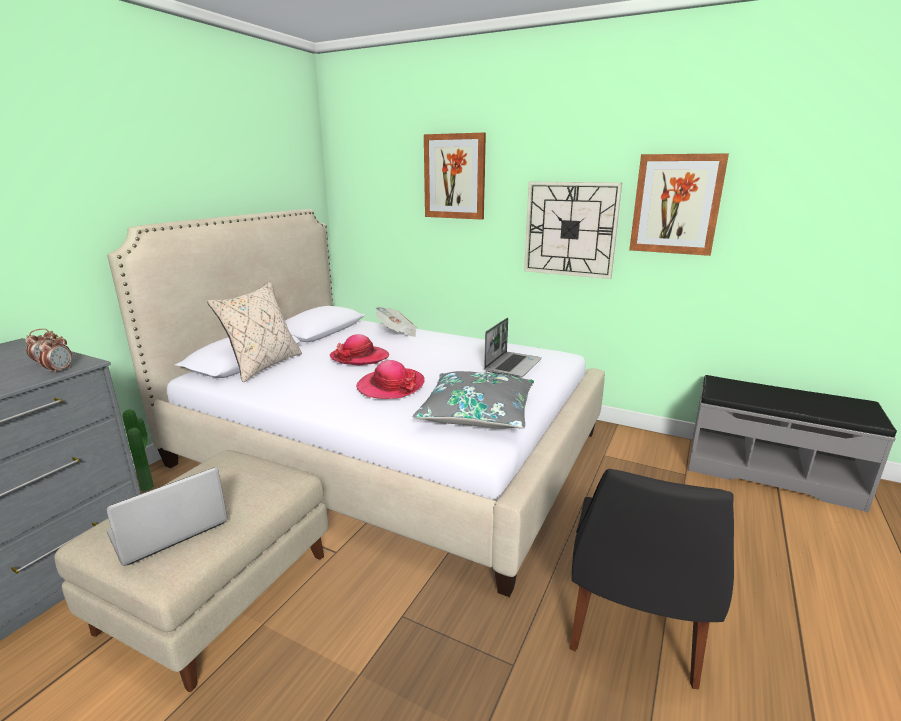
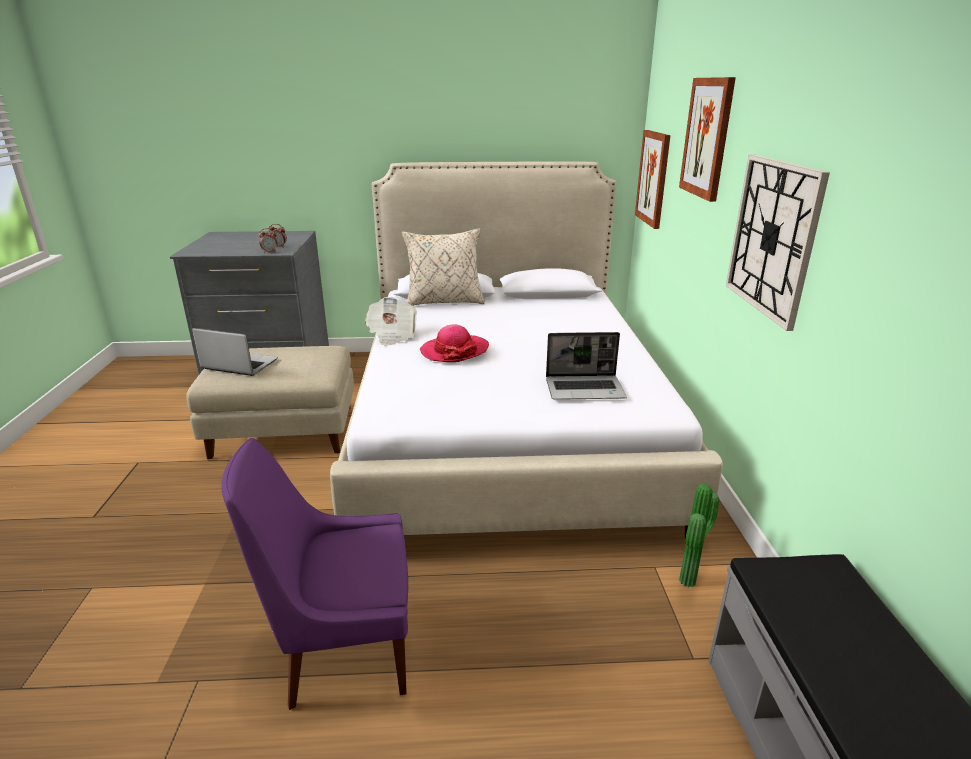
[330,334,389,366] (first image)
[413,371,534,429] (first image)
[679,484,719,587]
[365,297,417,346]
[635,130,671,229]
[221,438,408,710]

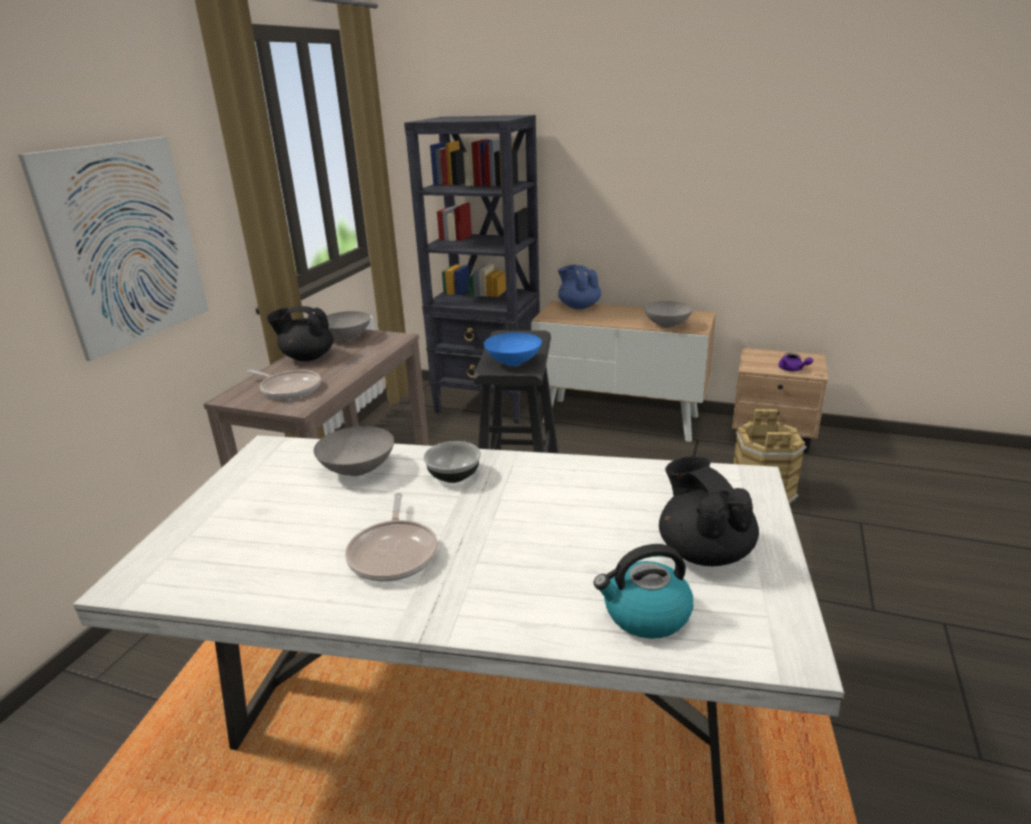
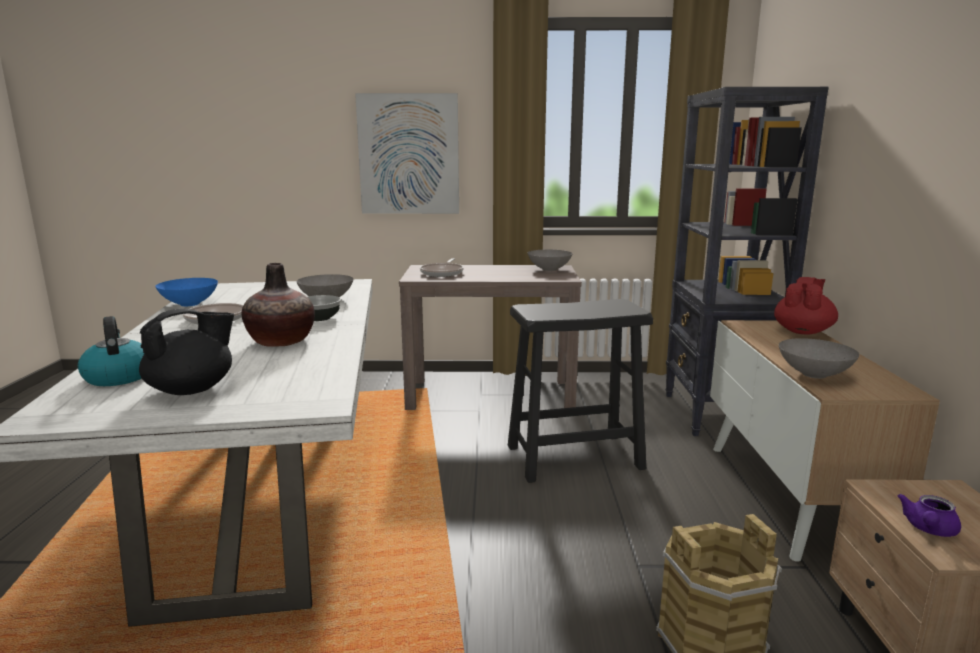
[267,306,334,362] (first image)
[241,263,315,347]
[155,278,218,306]
[774,277,838,334]

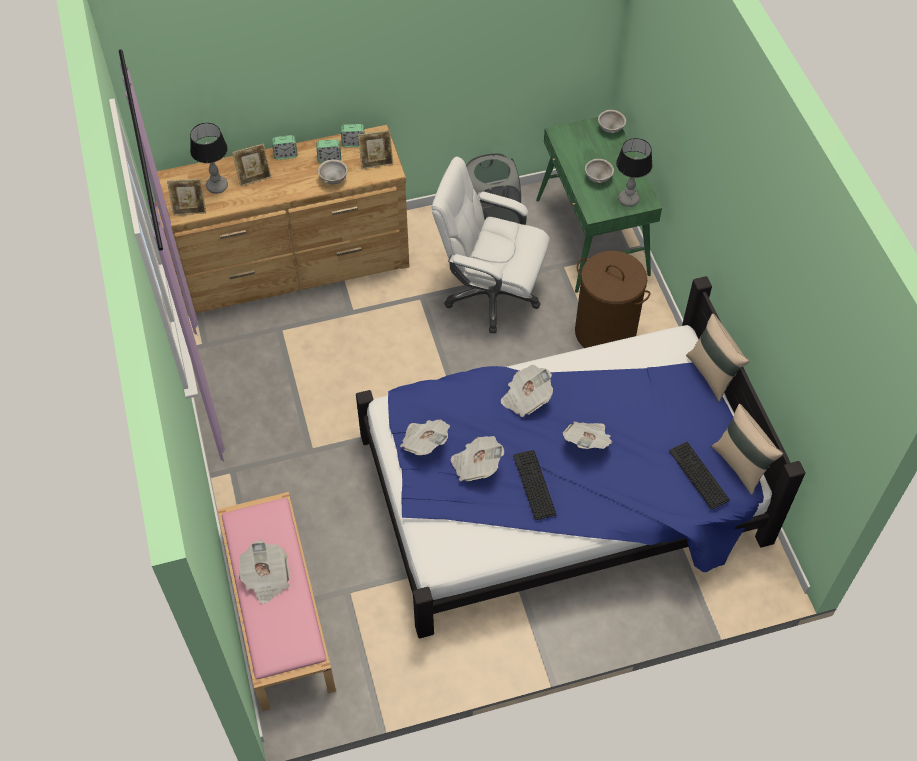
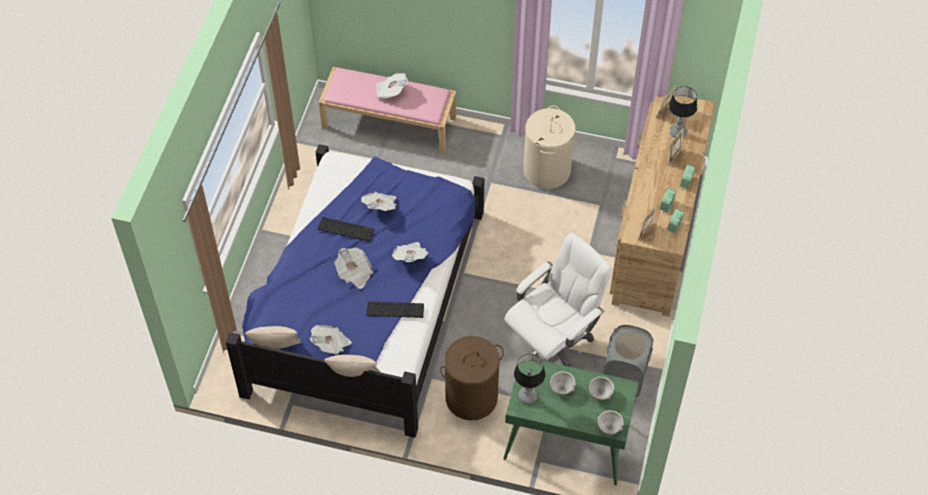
[524,105,576,189]
[589,377,614,400]
[310,325,352,355]
[366,302,424,318]

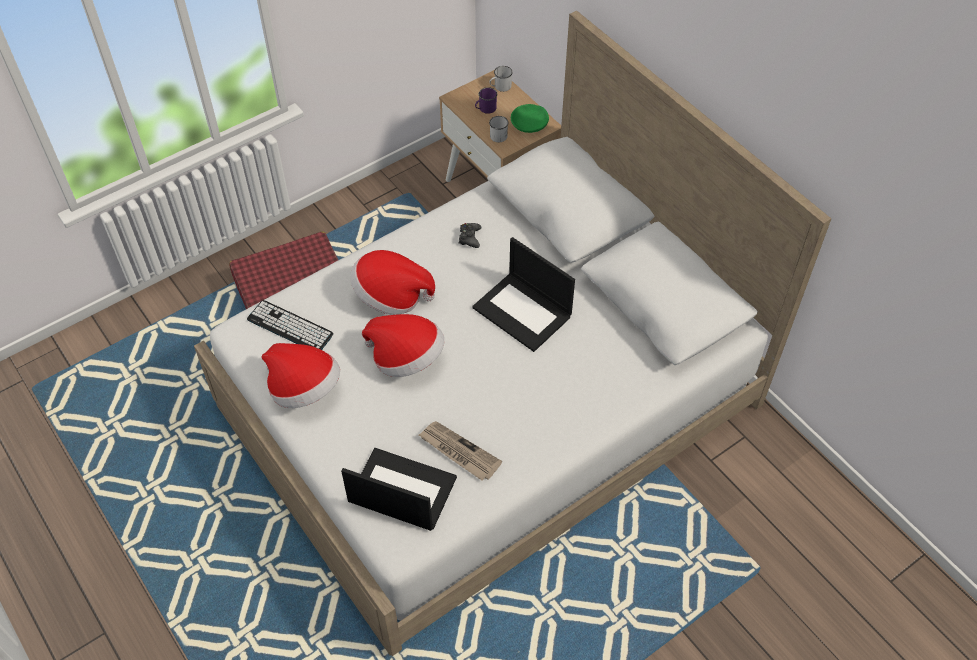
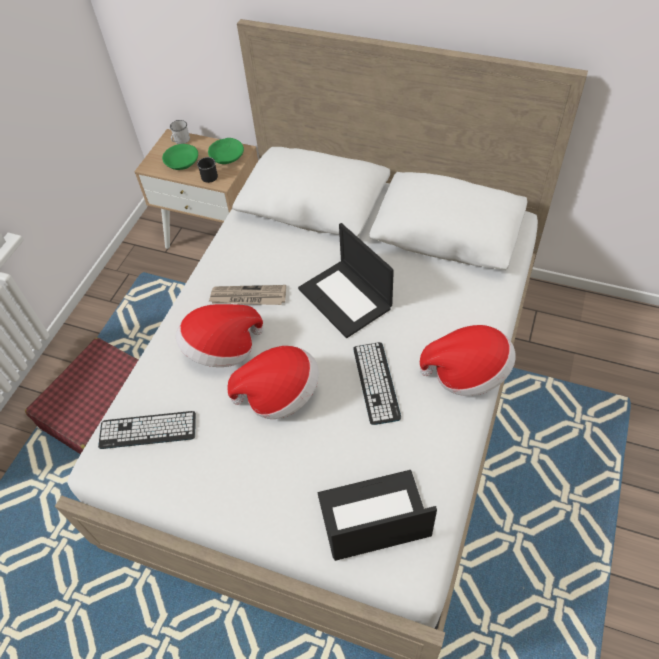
[459,223,481,248] (first image)
[353,342,401,425]
[420,325,516,396]
[209,285,286,305]
[162,144,198,170]
[197,157,218,183]
[298,223,394,338]

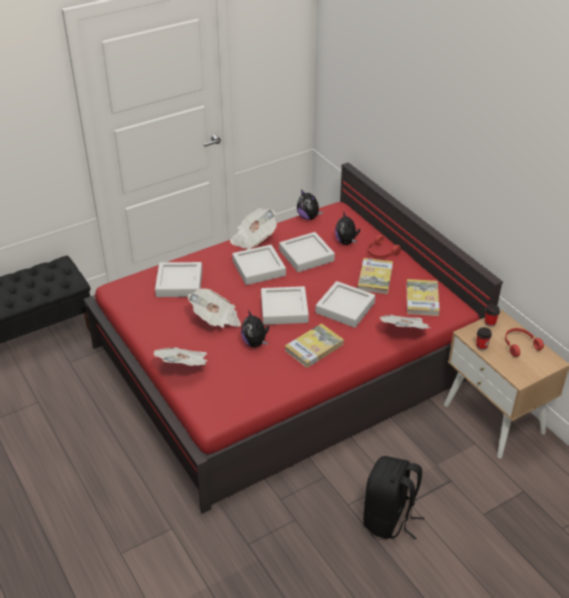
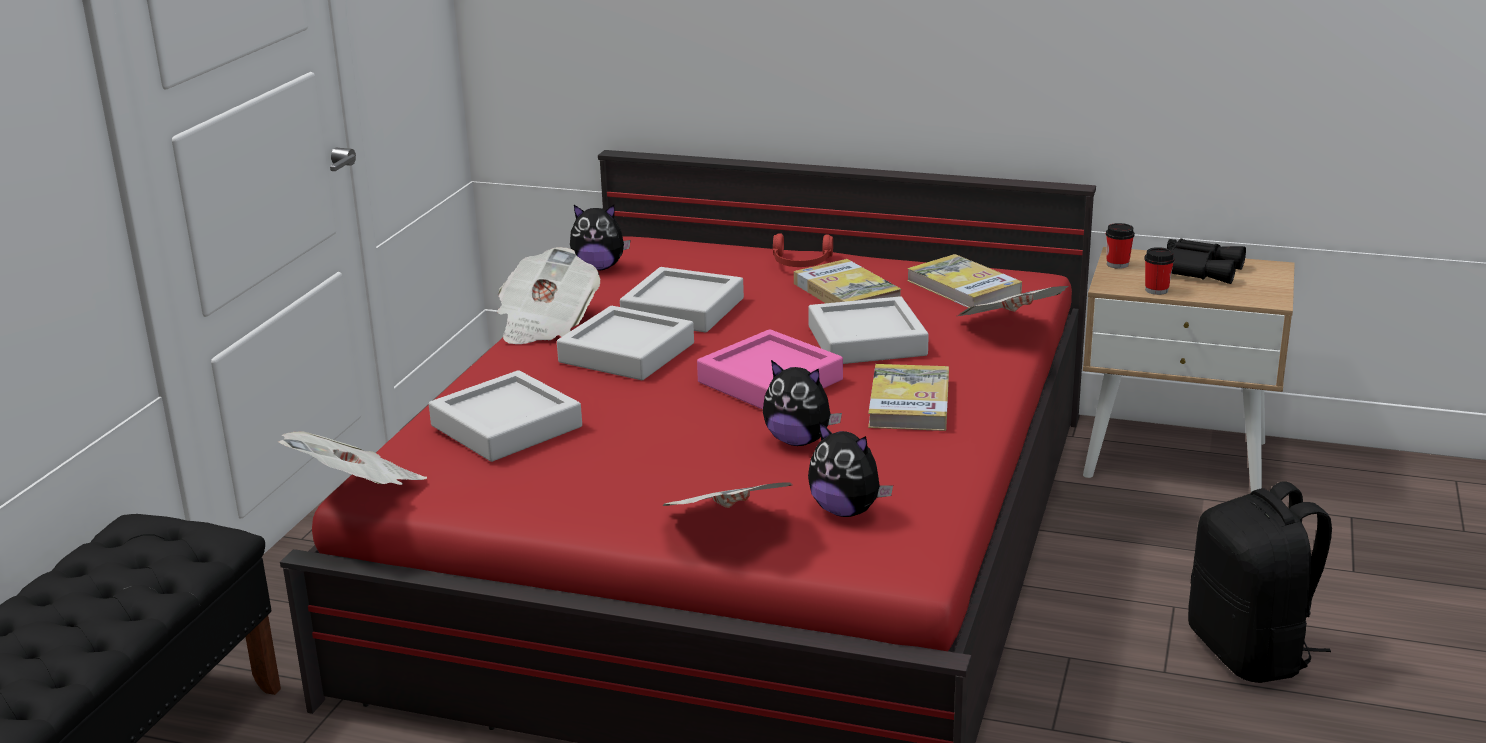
[278,431,427,485]
[808,422,893,517]
[1167,239,1246,284]
[697,329,843,410]

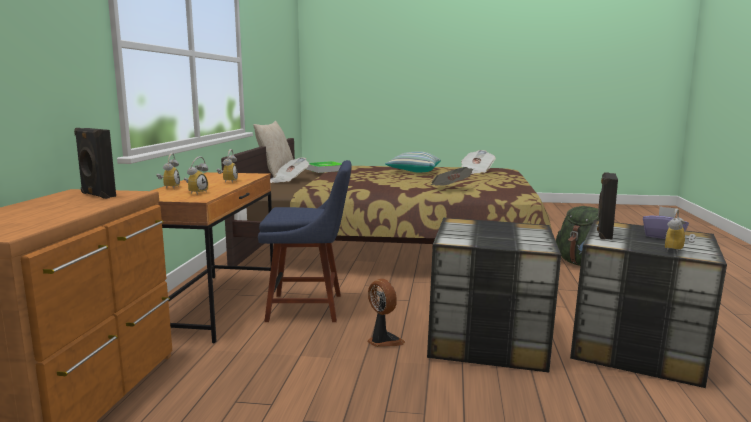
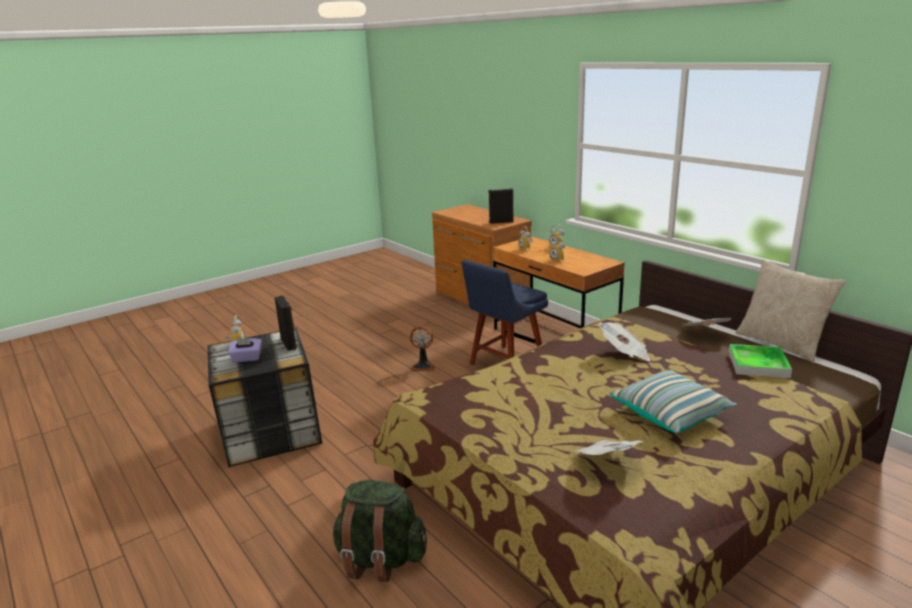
[427,218,561,372] (first image)
[599,322,651,361]

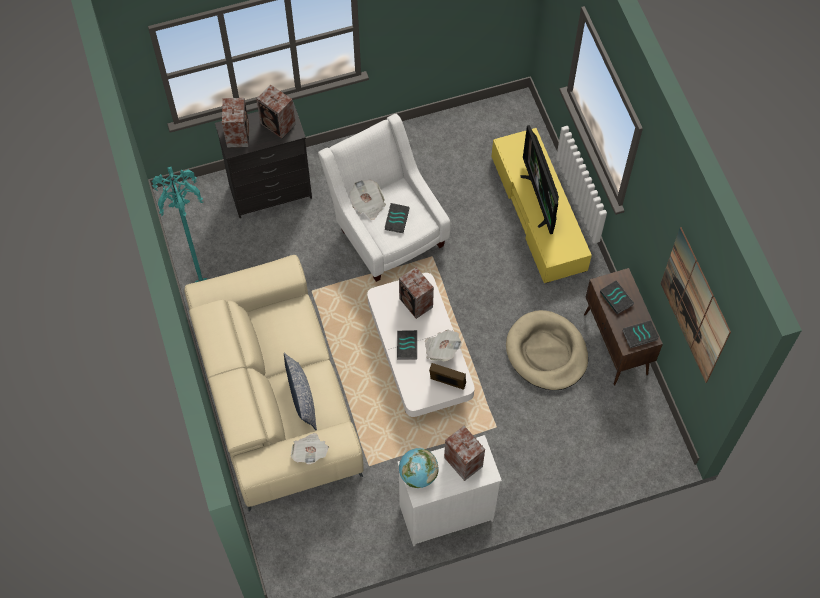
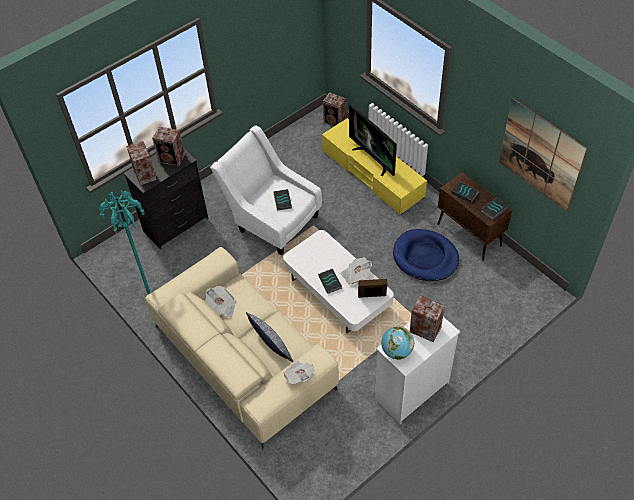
[205,286,237,317]
[323,93,347,126]
[393,229,459,281]

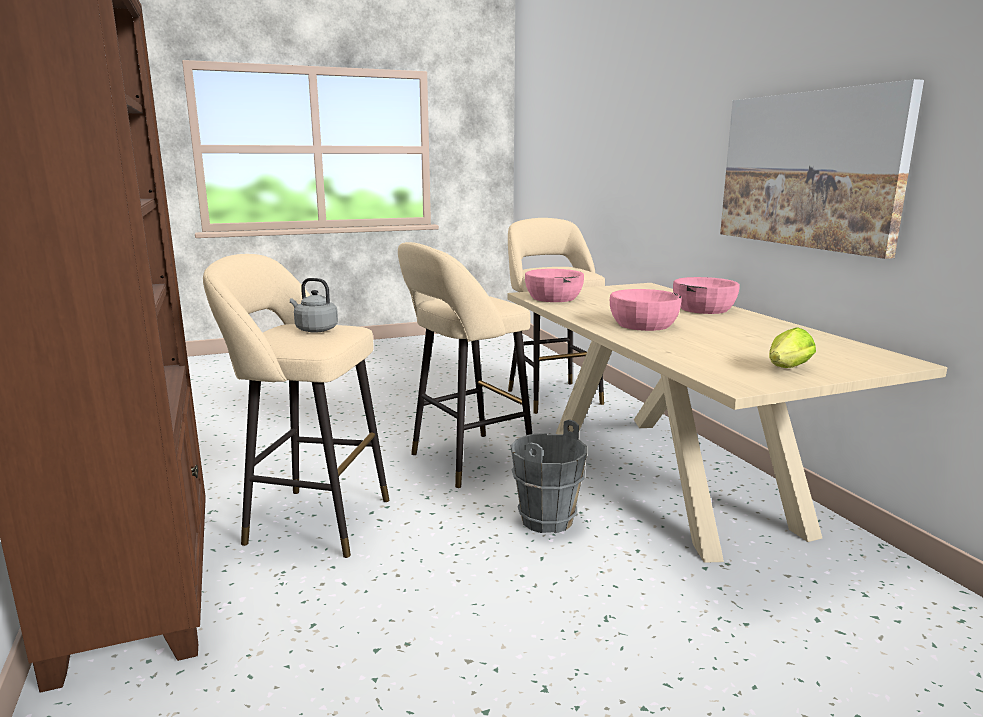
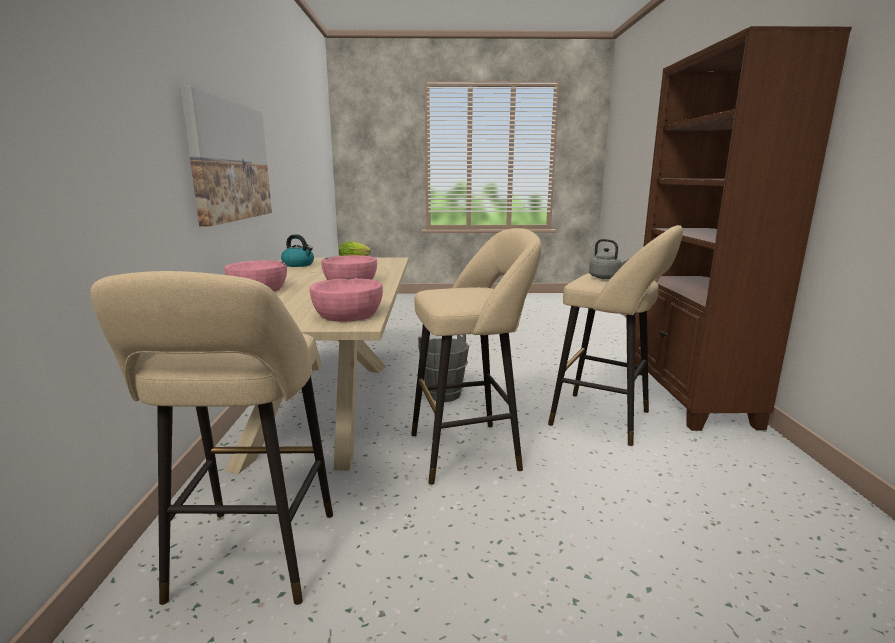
[281,234,314,267]

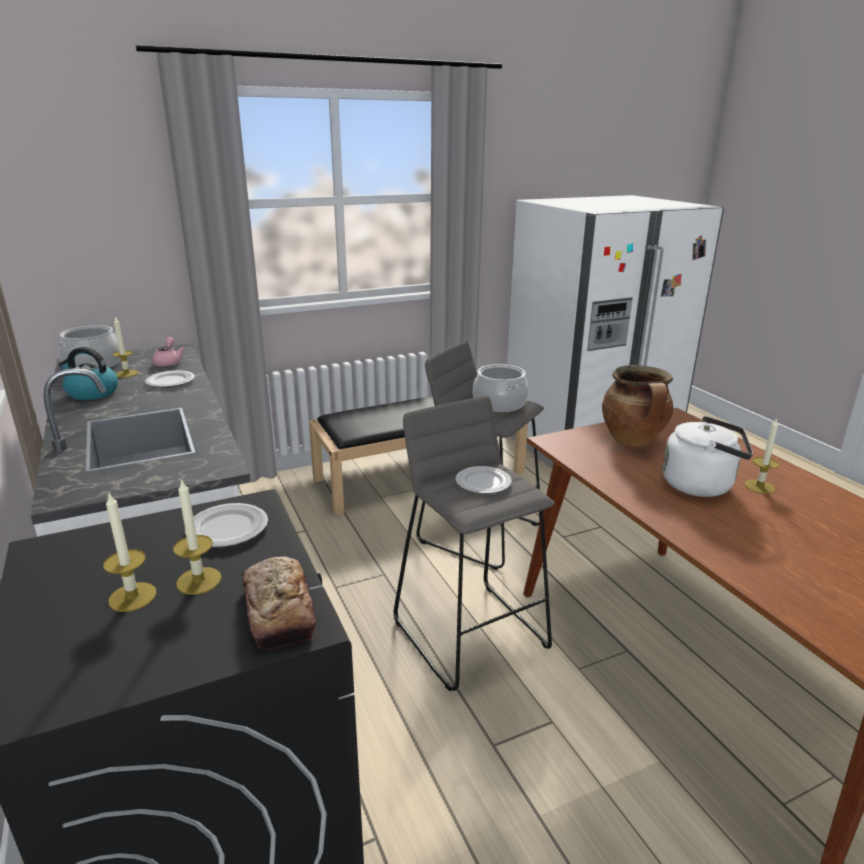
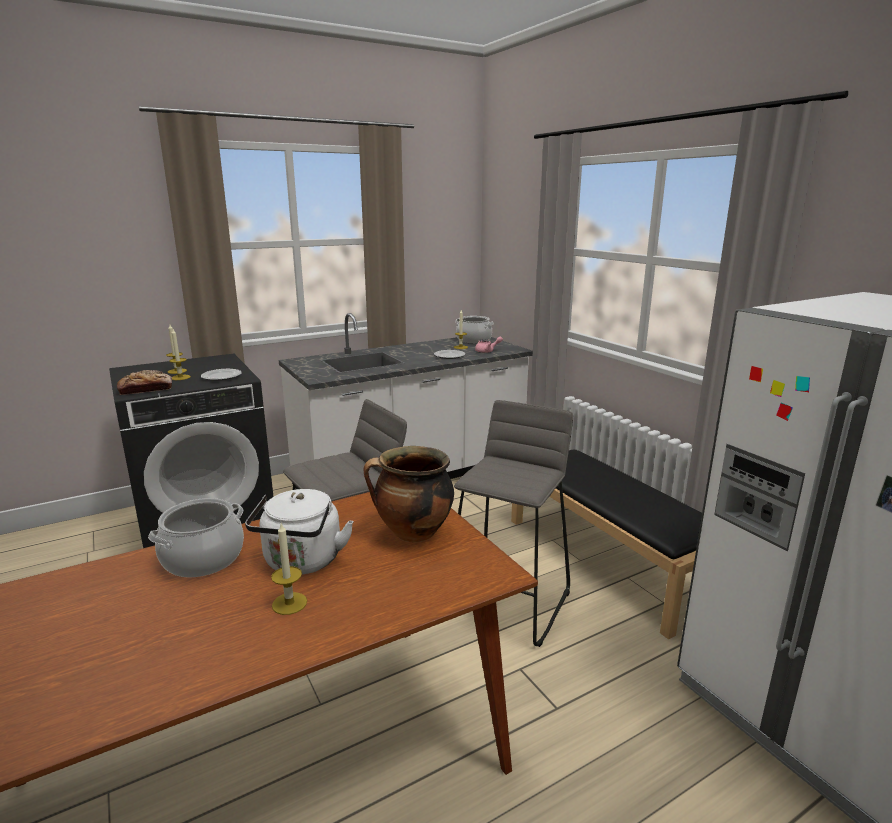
[58,347,118,400] (first image)
[456,466,512,494] (first image)
[148,498,244,577]

